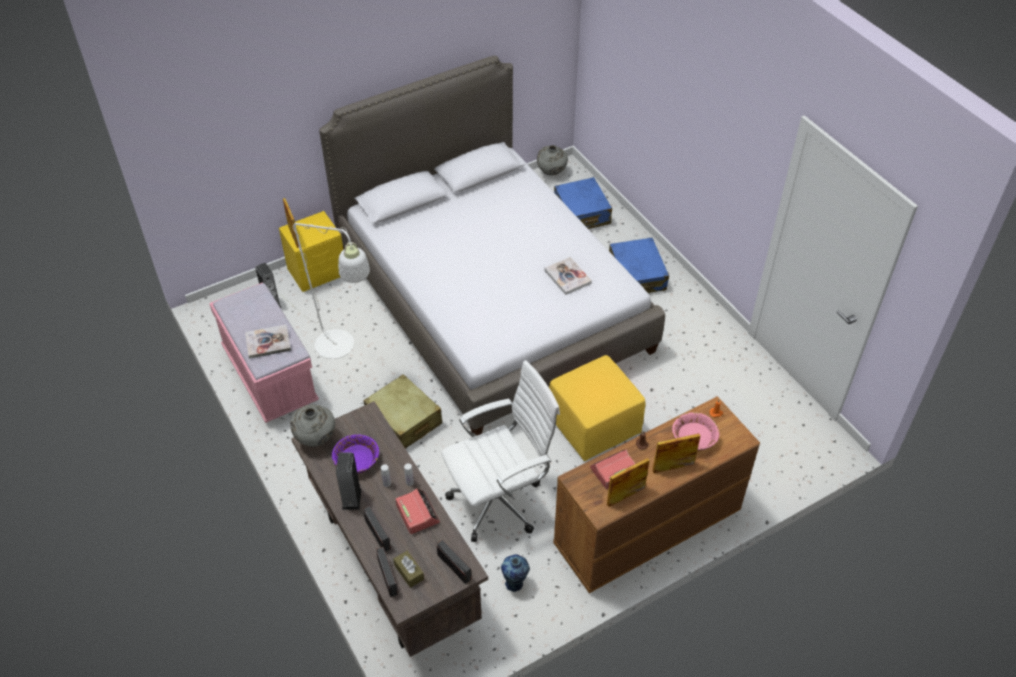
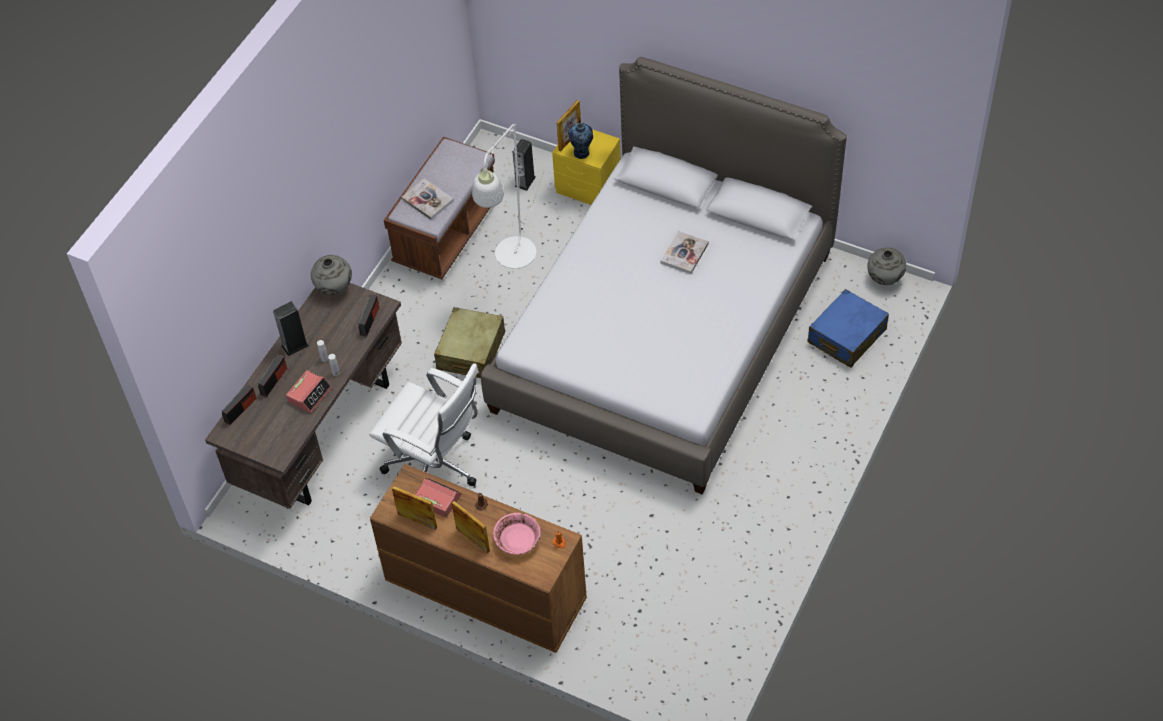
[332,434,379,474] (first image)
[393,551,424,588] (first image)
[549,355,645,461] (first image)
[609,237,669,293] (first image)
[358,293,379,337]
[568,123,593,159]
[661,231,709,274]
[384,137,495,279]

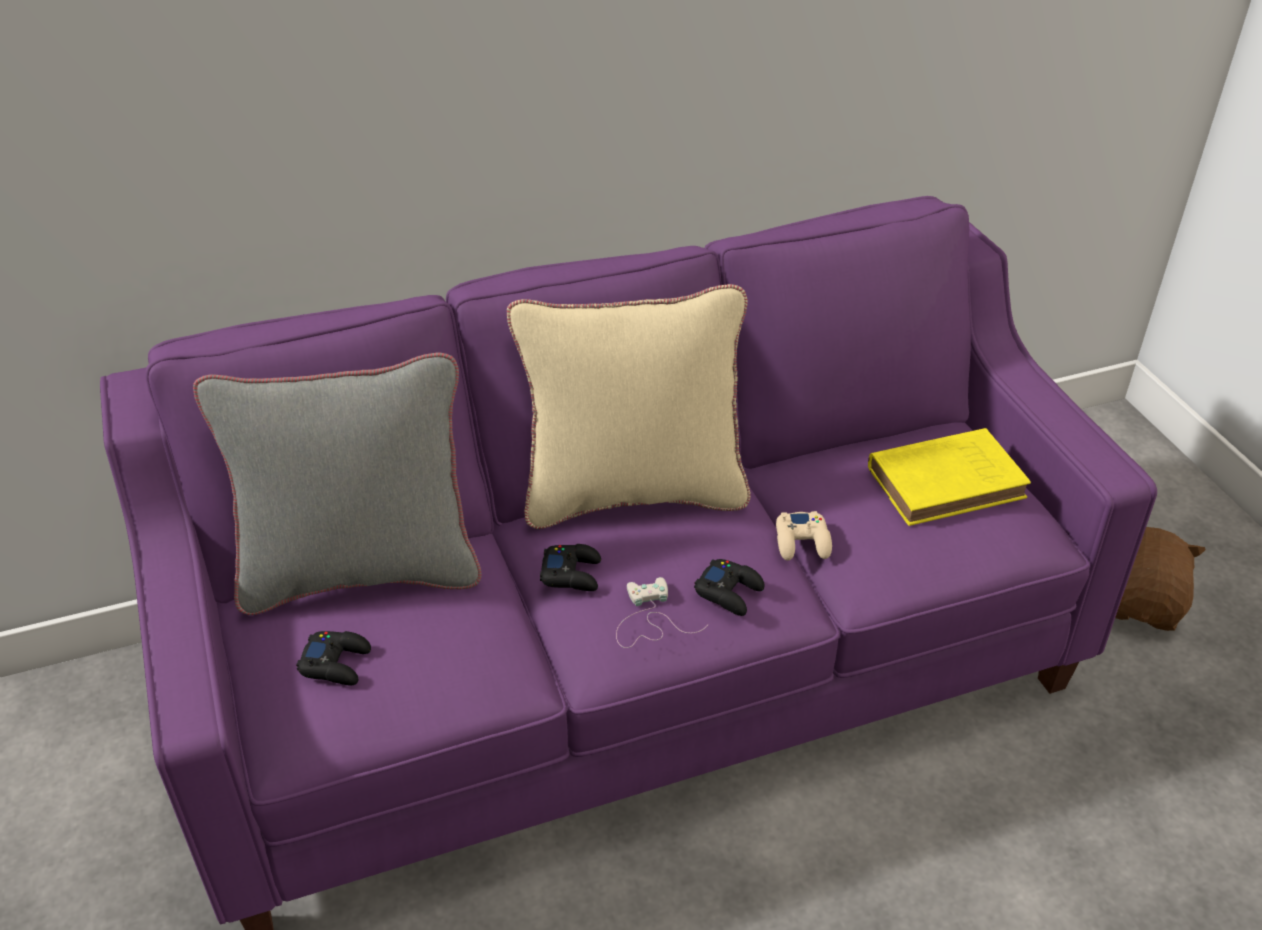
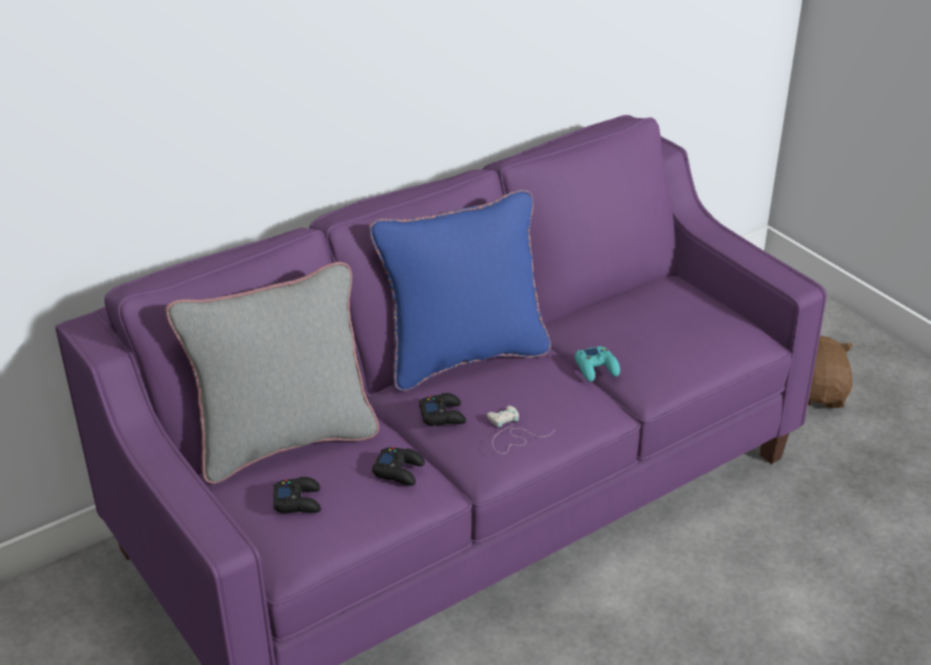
[868,428,1031,526] (first image)
[372,447,425,486]
[368,189,551,391]
[575,346,620,382]

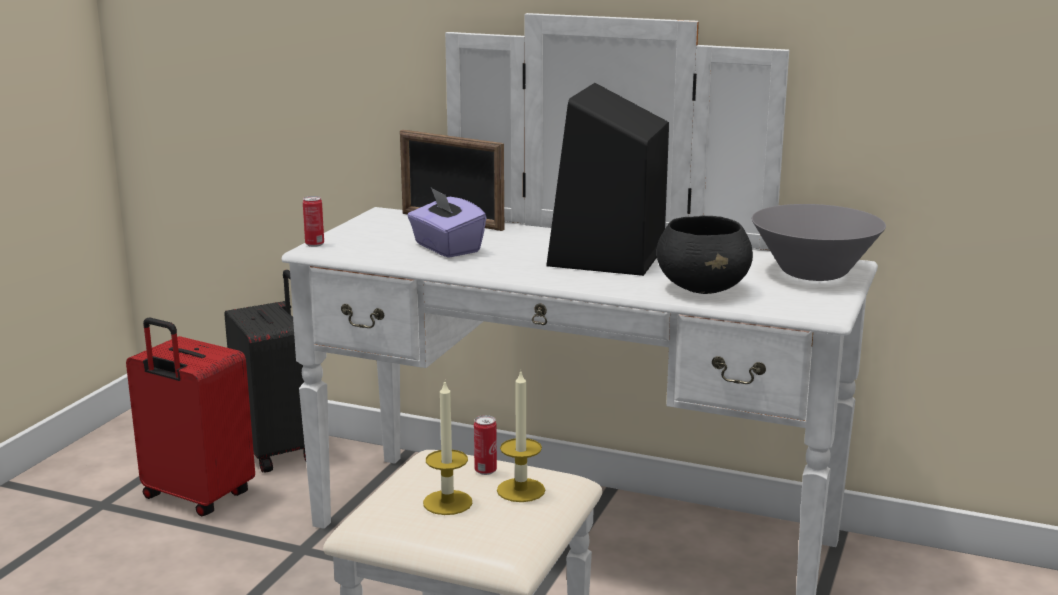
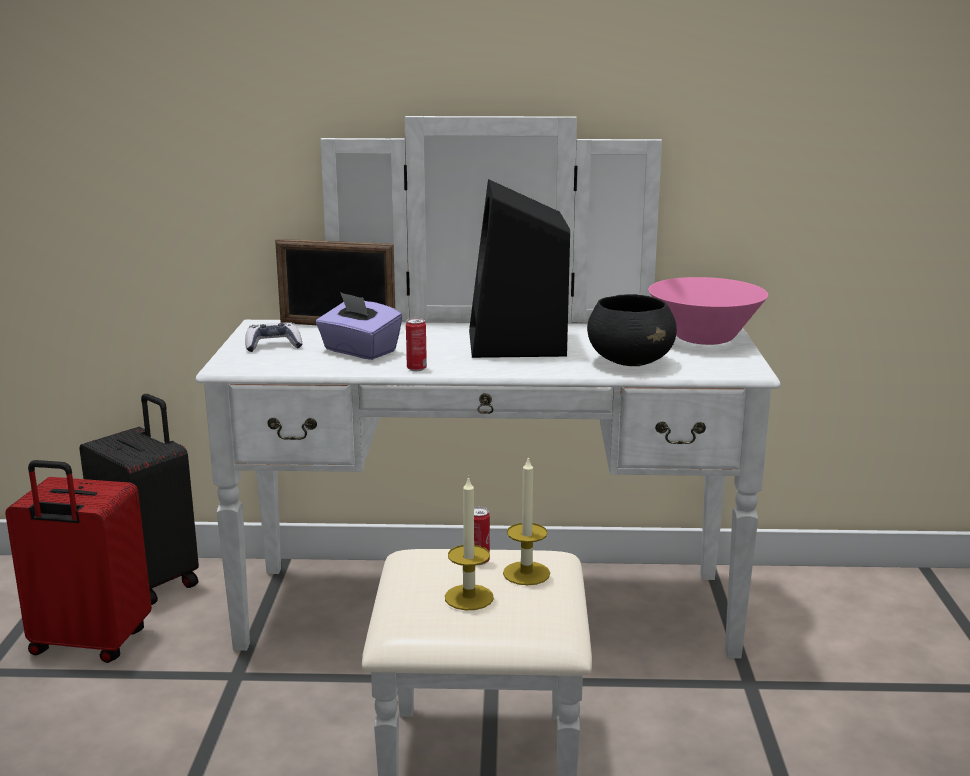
[245,322,303,352]
[406,318,427,371]
[648,277,768,345]

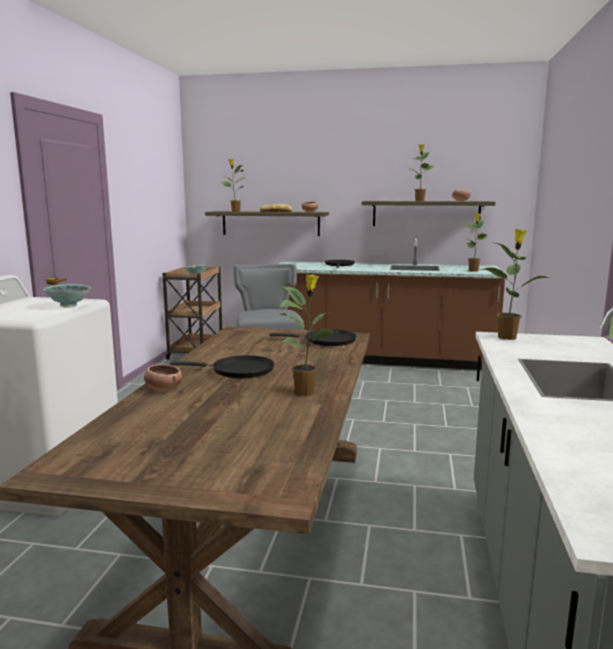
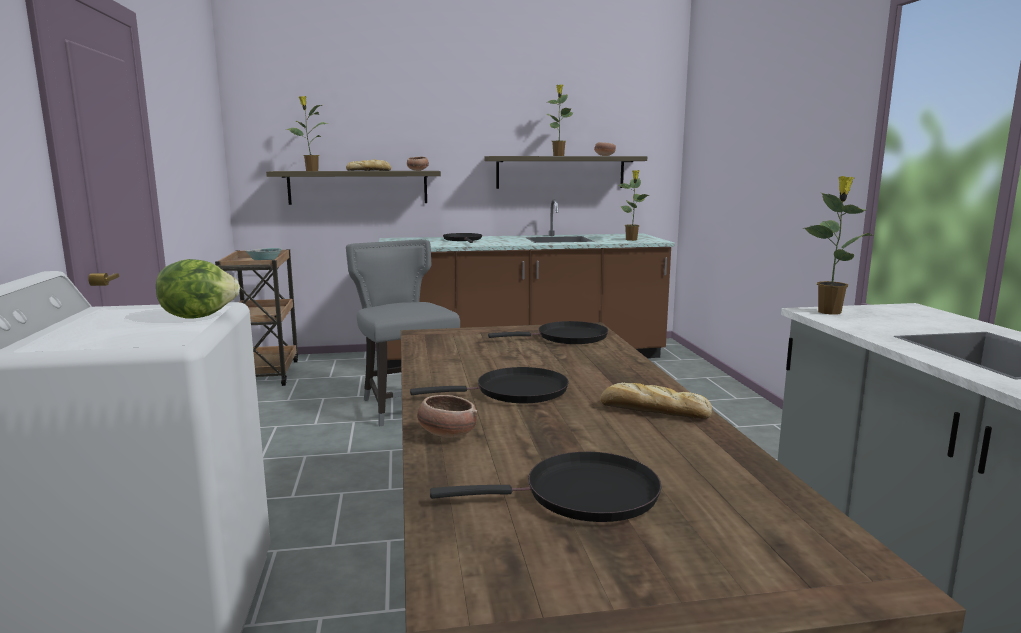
[430,452,662,522]
[156,259,240,318]
[600,383,712,419]

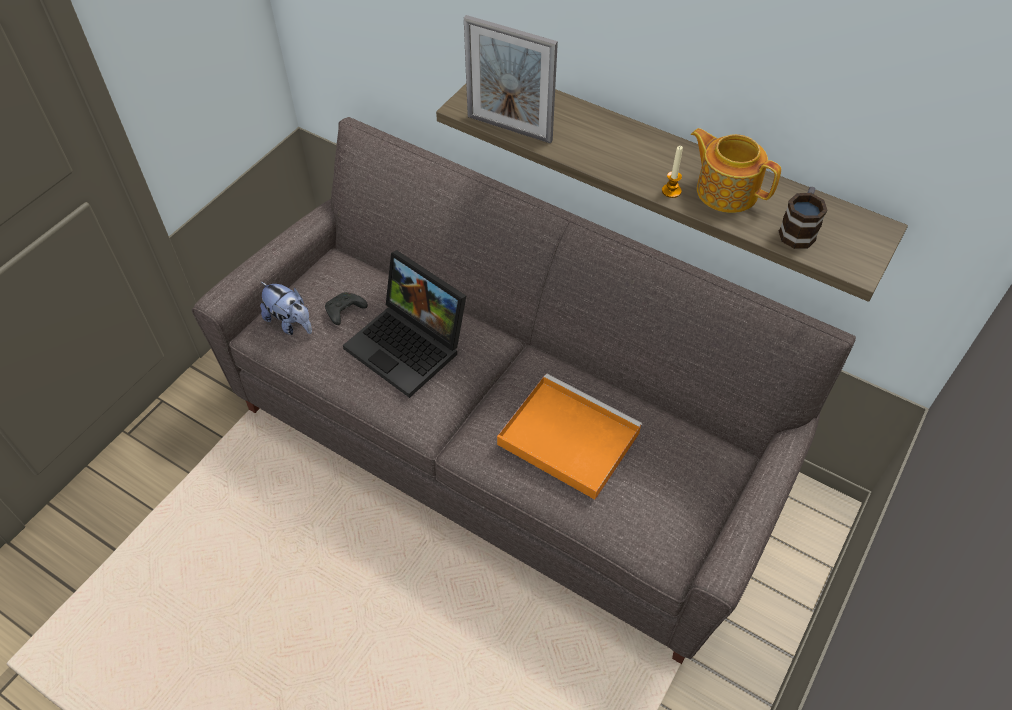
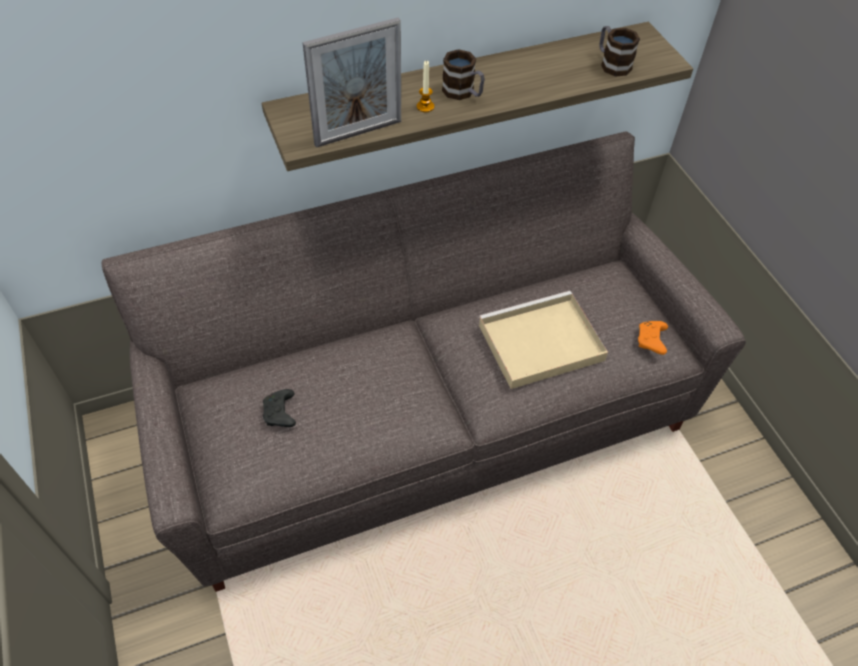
[260,282,312,335] (first image)
[343,250,466,398] (first image)
[691,128,781,213] (first image)
[442,49,485,100]
[638,321,668,355]
[417,61,434,112]
[479,291,608,389]

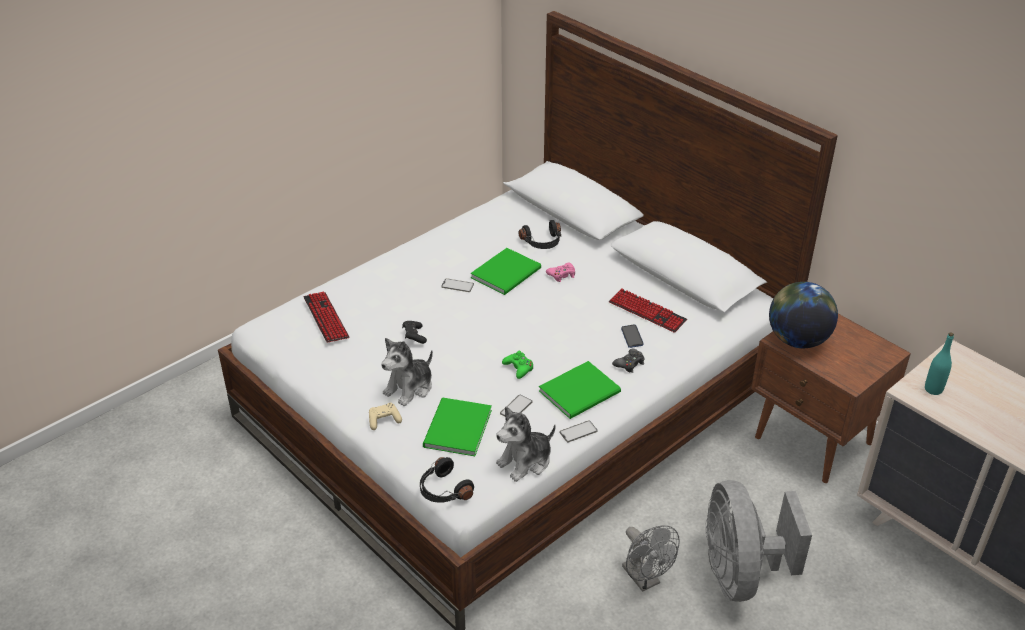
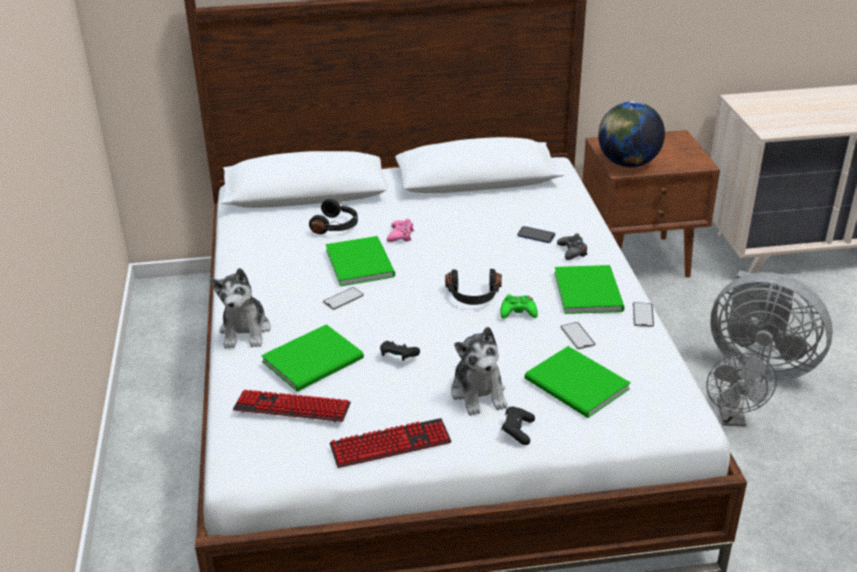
[925,332,954,395] (first image)
[261,324,364,392]
[445,269,502,305]
[209,268,271,348]
[330,418,452,468]
[501,406,535,445]
[706,353,777,426]

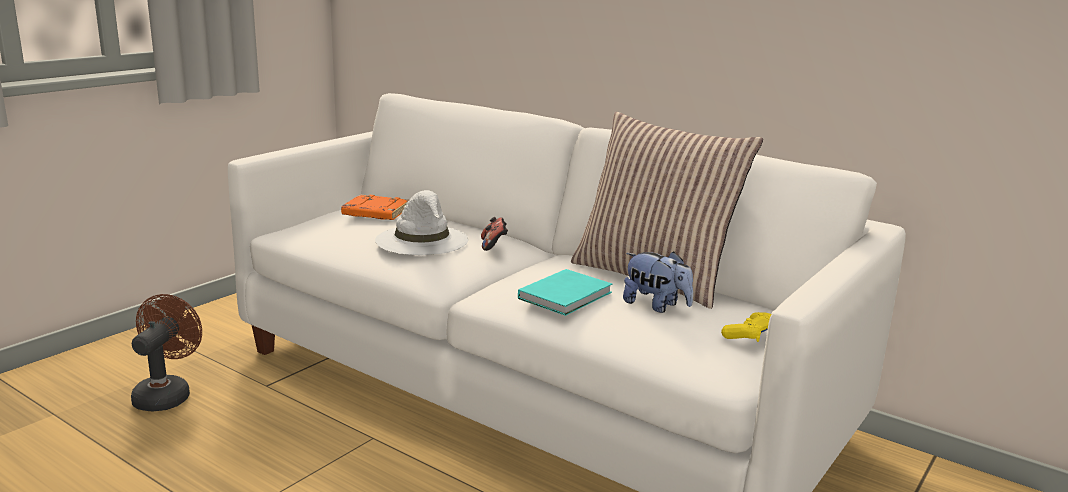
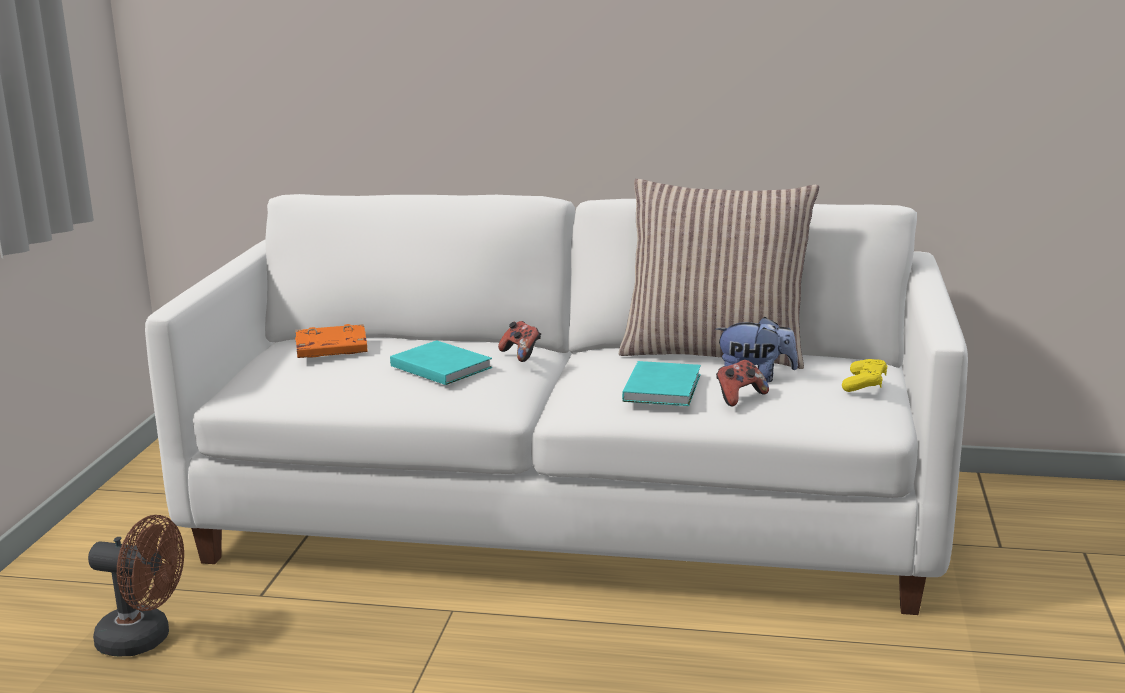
[716,360,769,406]
[390,340,492,385]
[88,515,184,656]

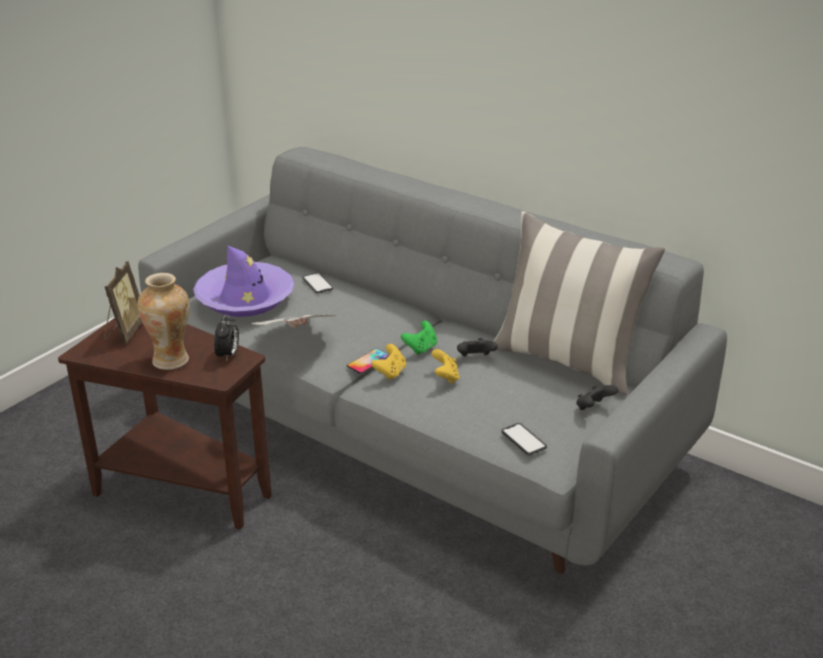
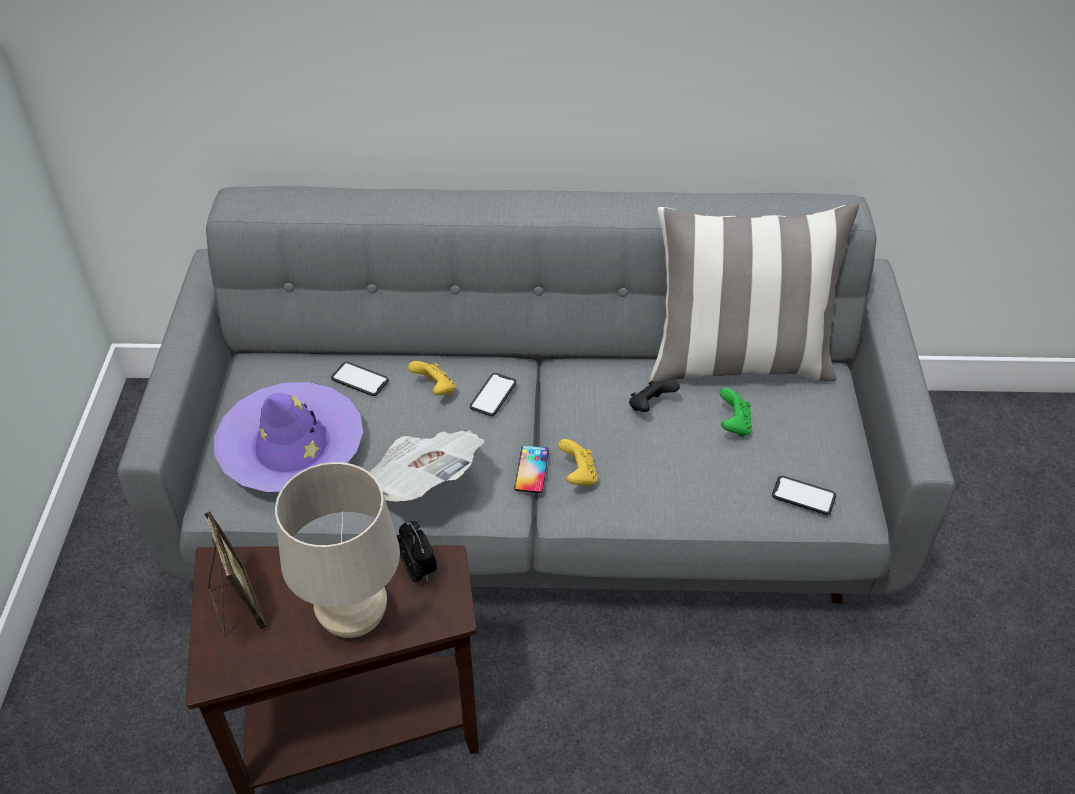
[576,385,618,410] (first image)
[470,373,516,416]
[719,388,752,437]
[408,361,456,395]
[275,462,400,638]

